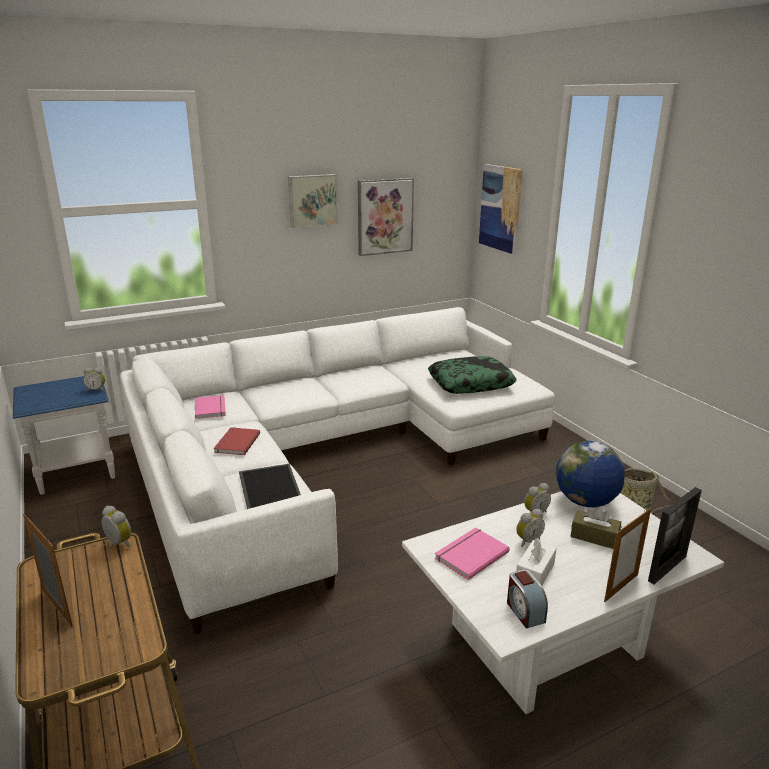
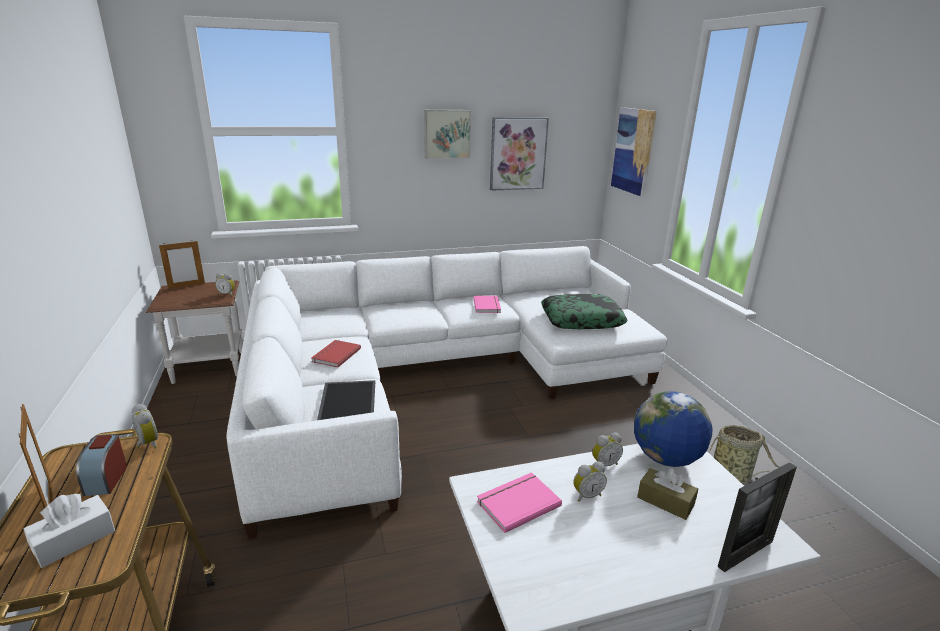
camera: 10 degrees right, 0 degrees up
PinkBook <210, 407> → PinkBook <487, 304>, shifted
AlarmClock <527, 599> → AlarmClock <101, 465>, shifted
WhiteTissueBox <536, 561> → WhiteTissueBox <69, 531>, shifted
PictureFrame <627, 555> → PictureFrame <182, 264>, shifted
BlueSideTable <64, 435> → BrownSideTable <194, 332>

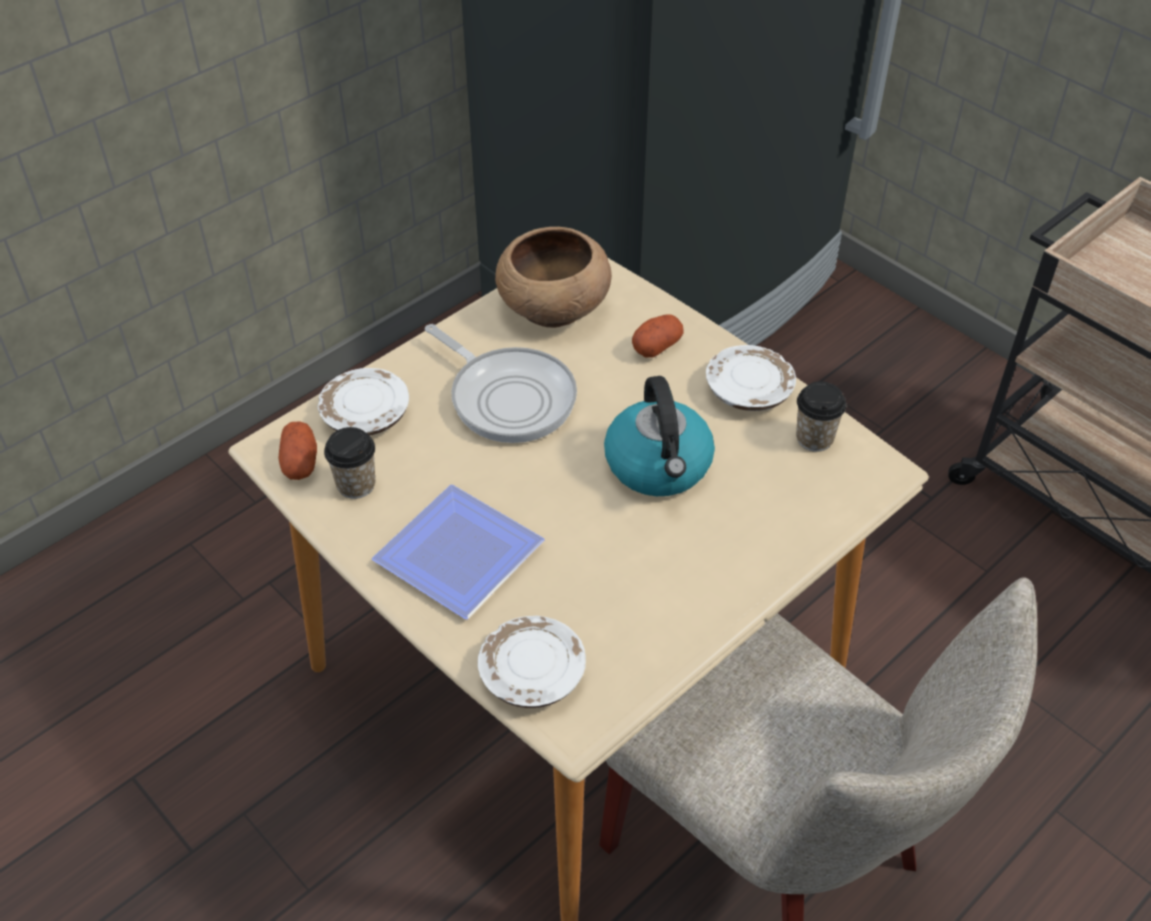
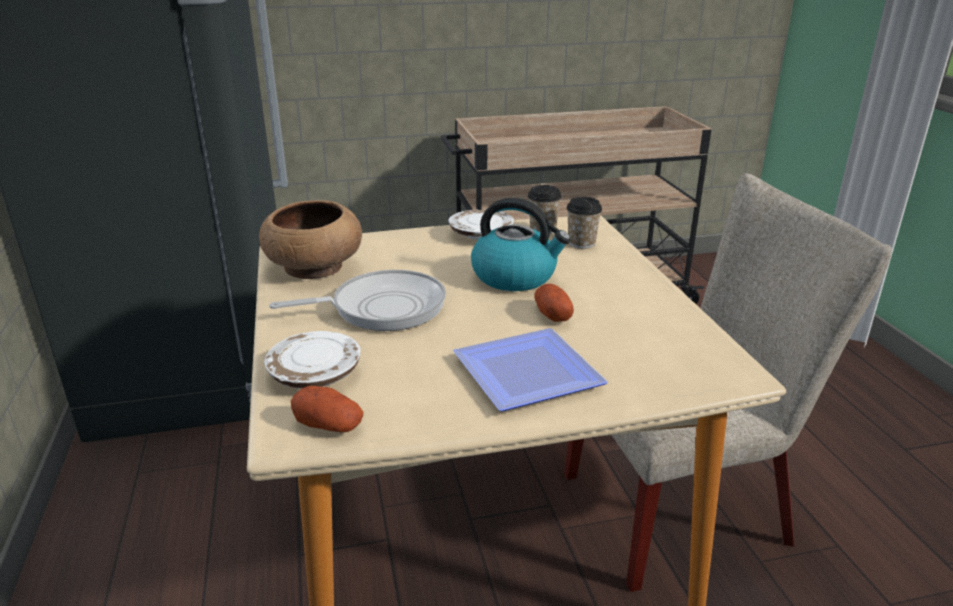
camera: 60 degrees left, 20 degrees down
WhitePlate <532, 662> → -
Cup <349, 463> → Cup <584, 223>, shifted
Potato <657, 335> → Potato <554, 303>, shifted

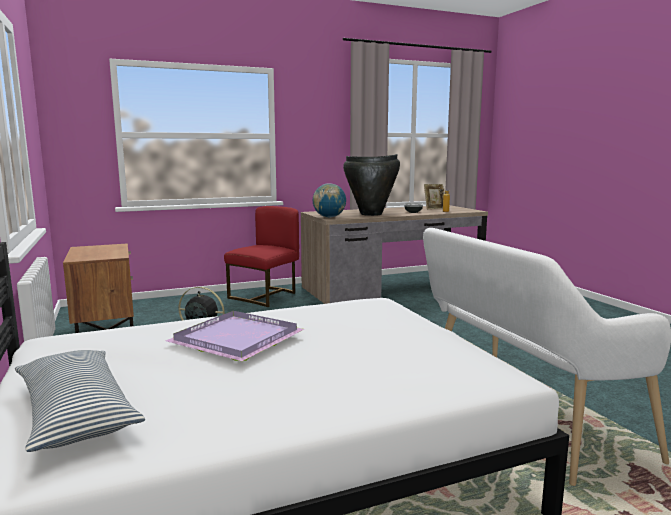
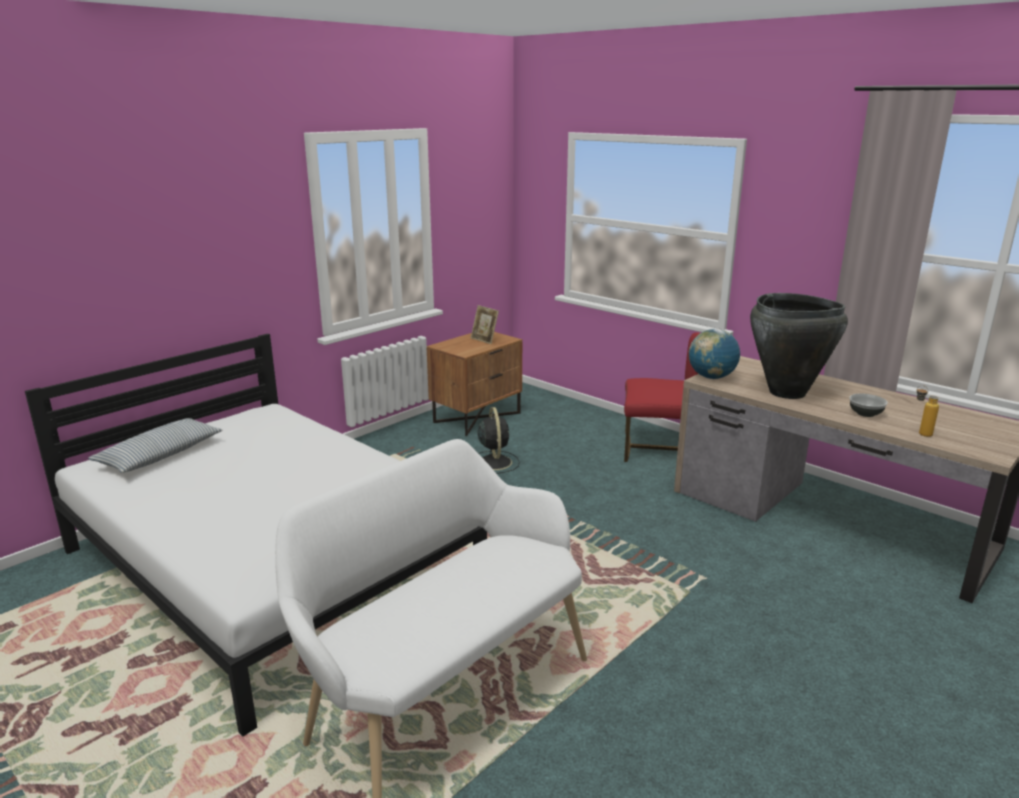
camera: 65 degrees right, 10 degrees up
PurpleTray <234, 336> → -
PictureFrame <434, 196> → PictureFrame <485, 324>, shifted

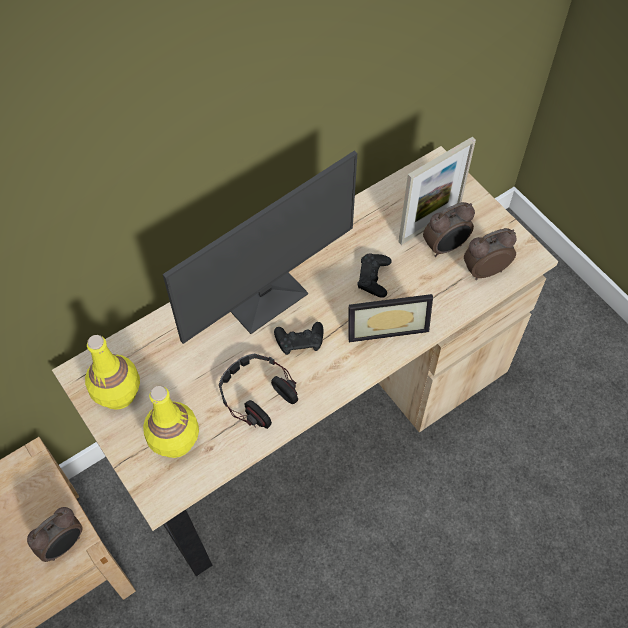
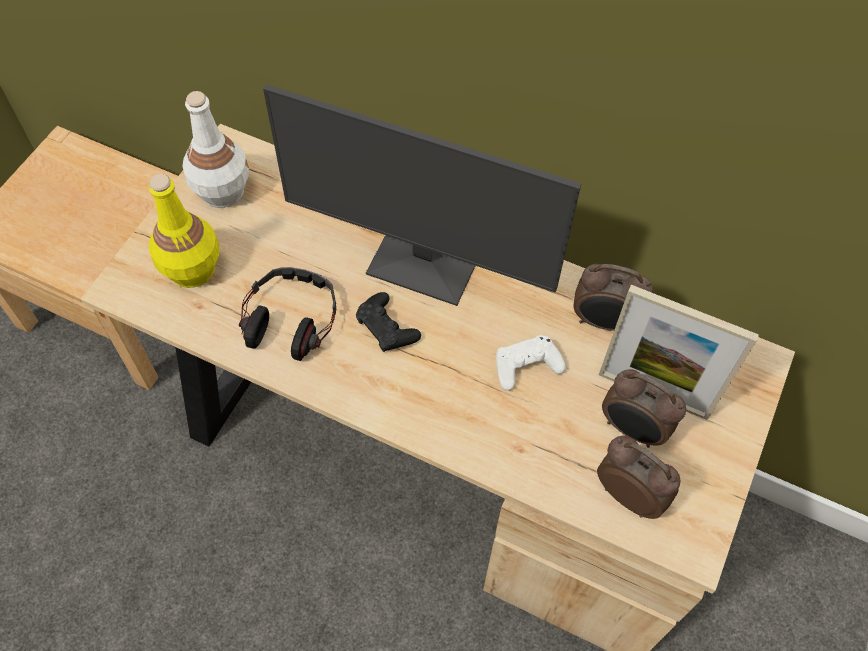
camera: 60 degrees right, 0 degrees up
PictureFrame <390, 318> → -
AlarmClock <55, 534> → AlarmClock <613, 297>, shifted
YellowBottle <112, 372> → WhiteBottle <215, 149>
BlackGameController <374, 276> → WhiteGameController <531, 363>

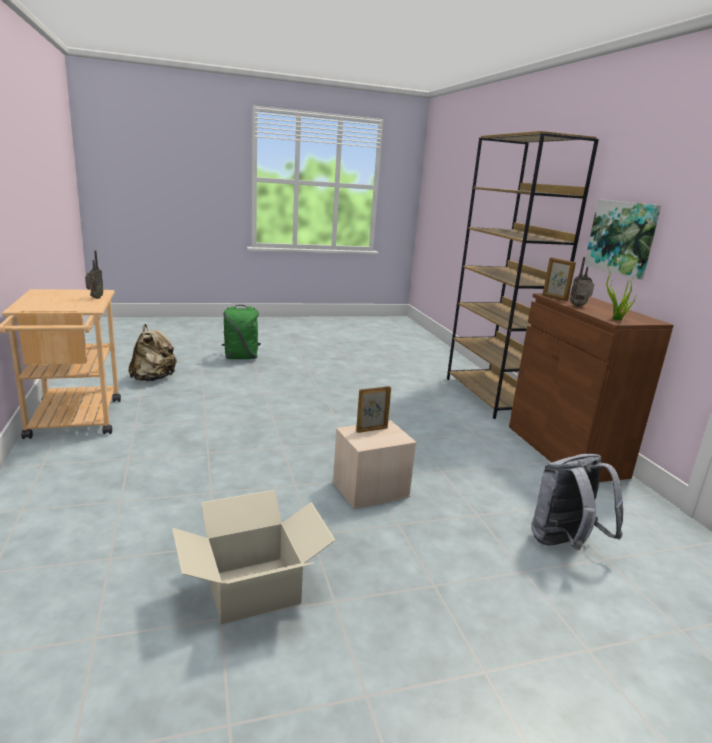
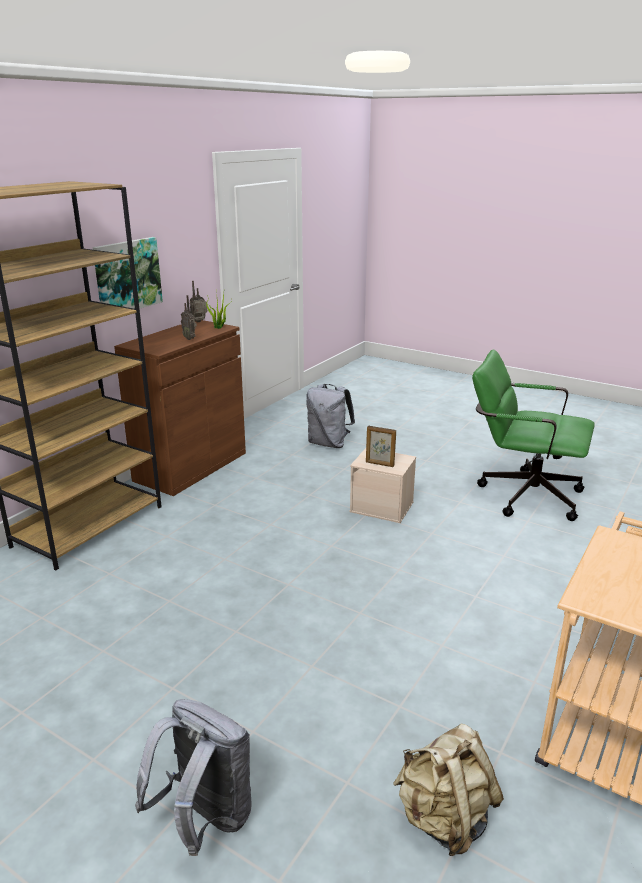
camera: 130 degrees left, 5 degrees up
PictureFrame <559, 279> → -
Radio <94, 274> → Radio <198, 301>, shifted
CardboardBox <253, 557> → GreenOfficeChair <533, 435>
GreenBackpack <241, 332> → GreyBackpack <193, 777>

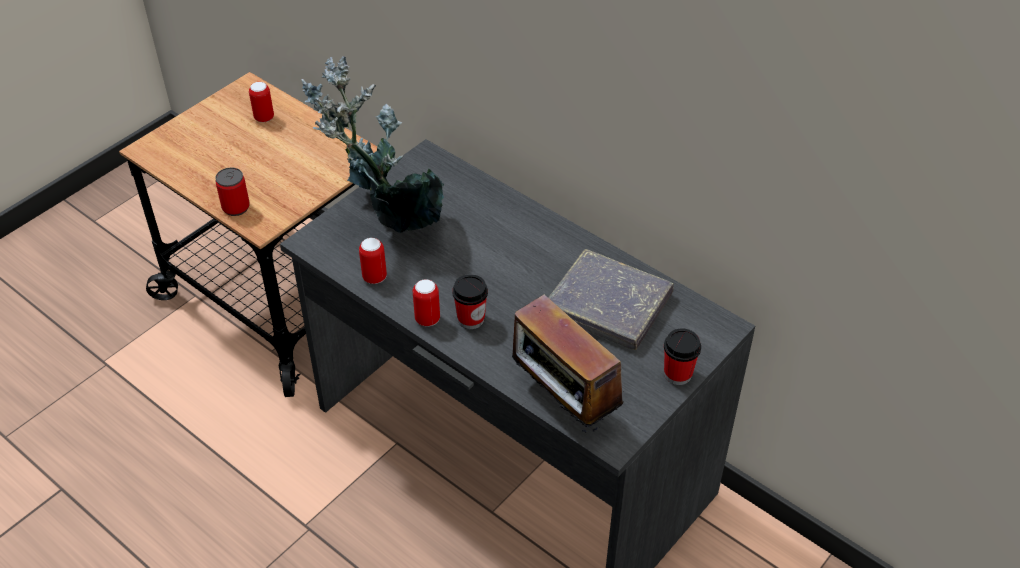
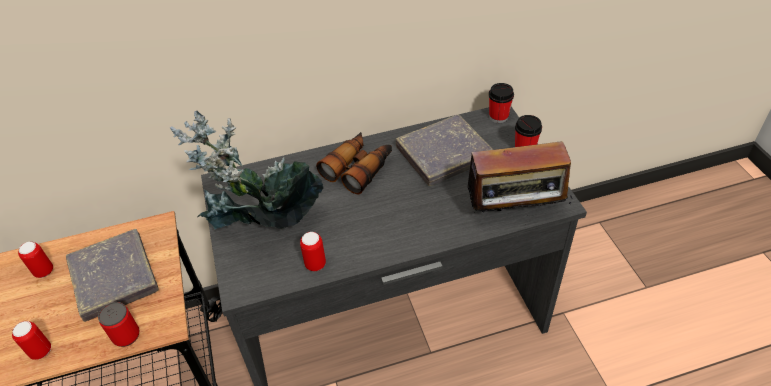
camera: 55 degrees left, 0 degrees up
- → GreyBook <112, 275>
- → Binoculars <354, 163>
Can <426, 303> → Can <31, 340>, shifted
Cup <470, 301> → Cup <501, 103>, shifted

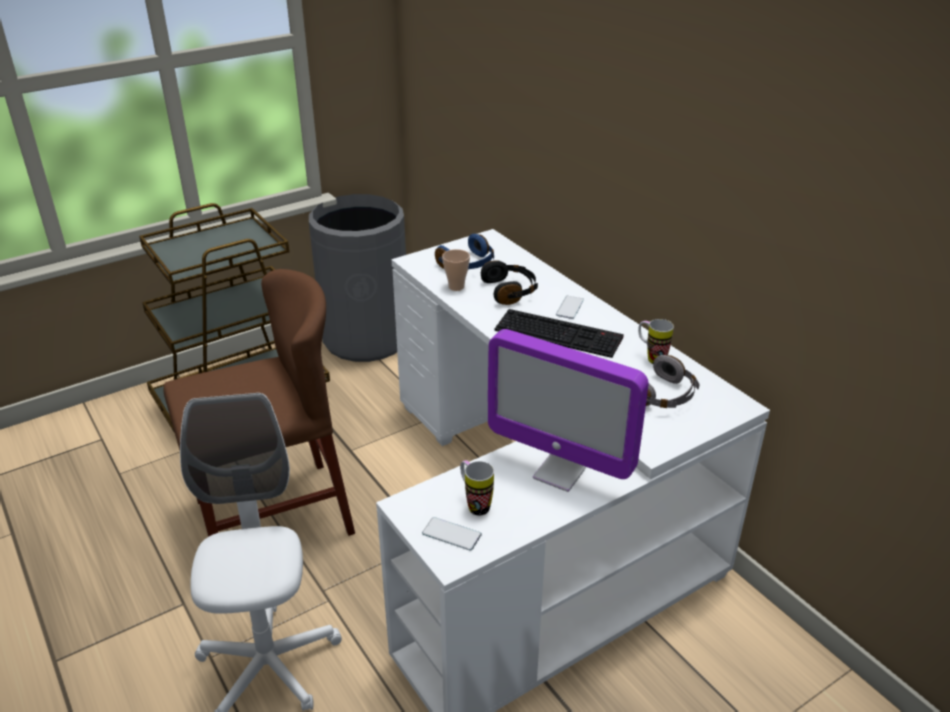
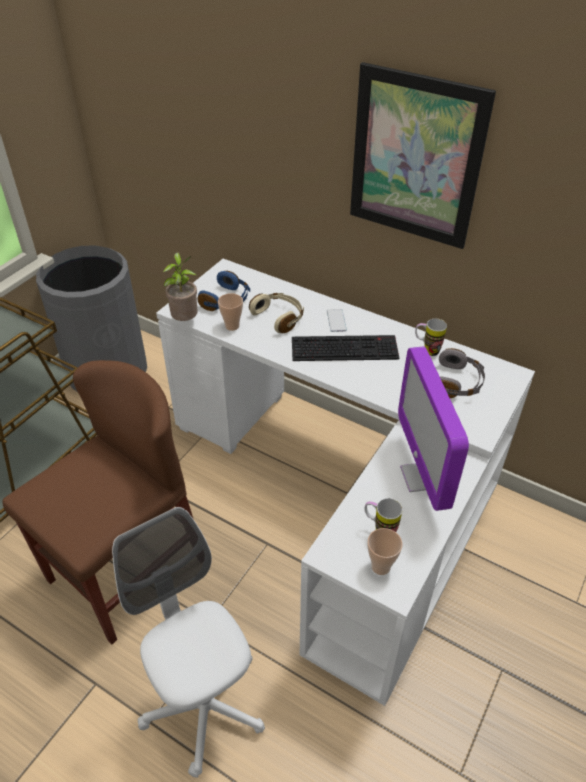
camera: 25 degrees left, 10 degrees up
- → PottedPlant <180, 287>
- → Picture <423, 155>
Phone <452, 534> → Cup <385, 551>
BlackHeadphones <509, 282> → BeigeHeadphones <276, 313>
Monitor <568, 410> → Monitor <433, 428>, 75 degrees clockwise

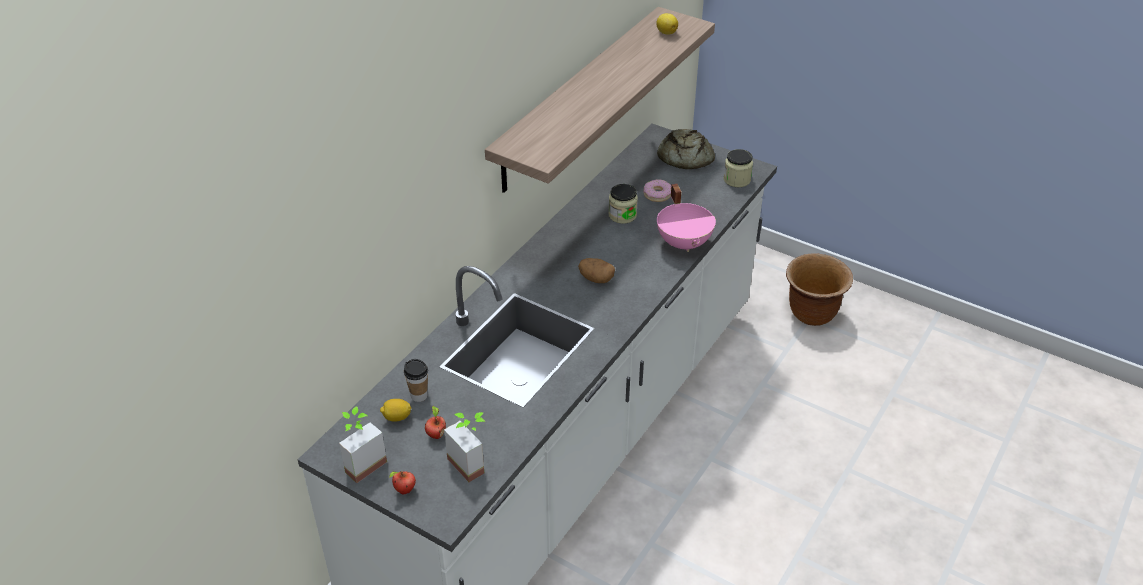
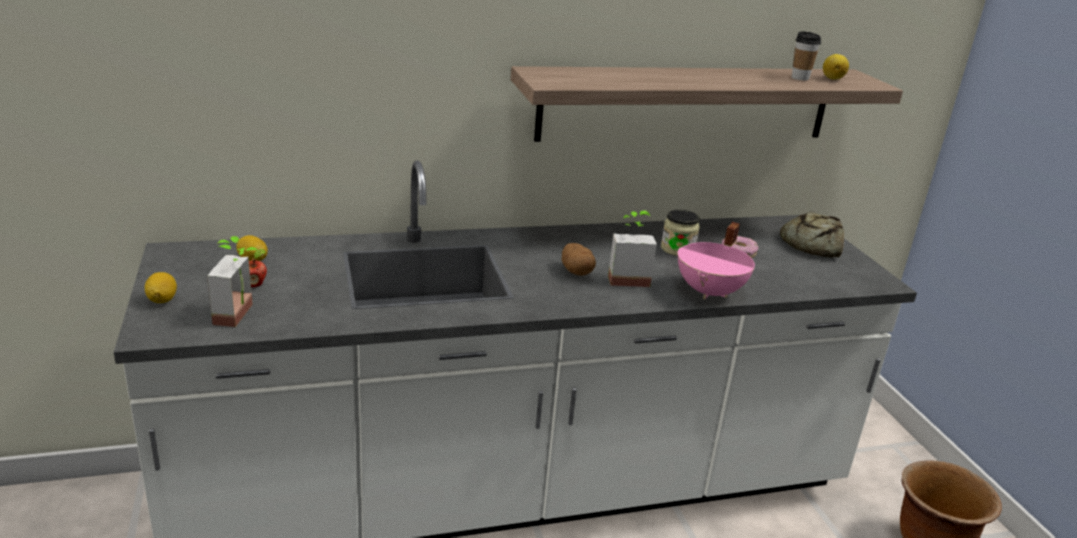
camera: 40 degrees right, 15 degrees down
Jar <738, 168> → -
PottedPlant <363, 444> → PottedPlant <632, 248>, shifted
Cup <416, 380> → Cup <806, 55>, shifted
Apple <402, 483> → Lemon <161, 287>

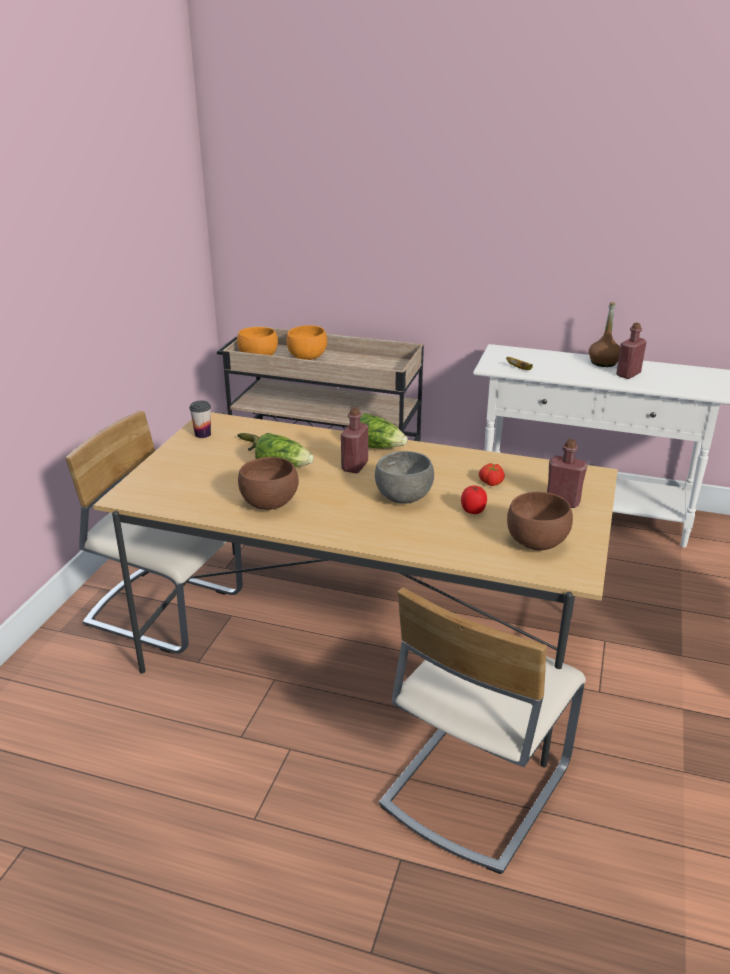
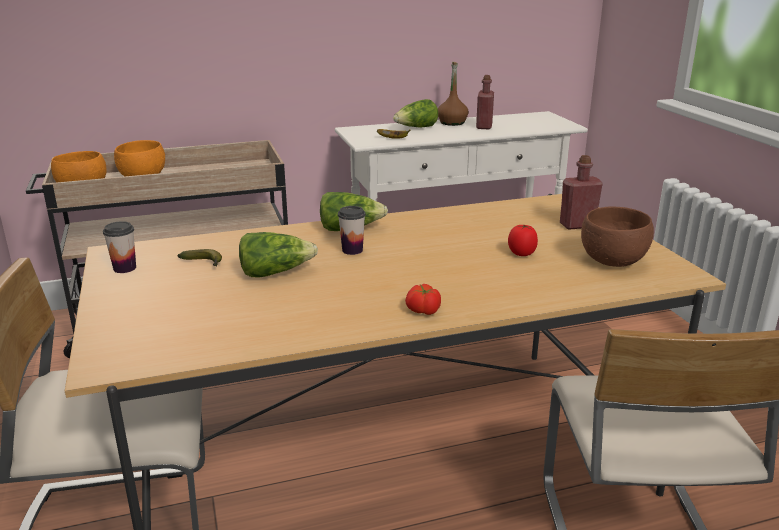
camera: 35 degrees left, 5 degrees down
BrownBowl <268, 483> → -
GreyBowl <404, 477> → -
- → Lettuce <415, 113>
Tomato <492, 474> → Tomato <423, 299>, shifted
RedBottle <354, 440> → Cup <352, 230>

